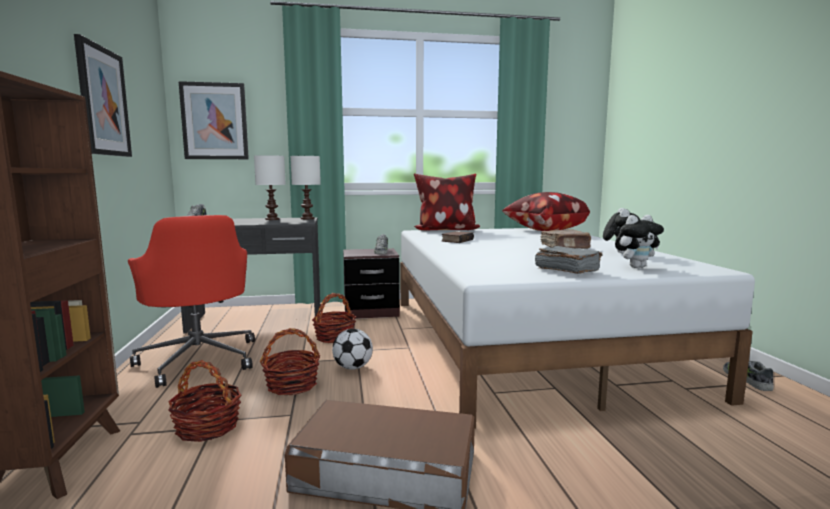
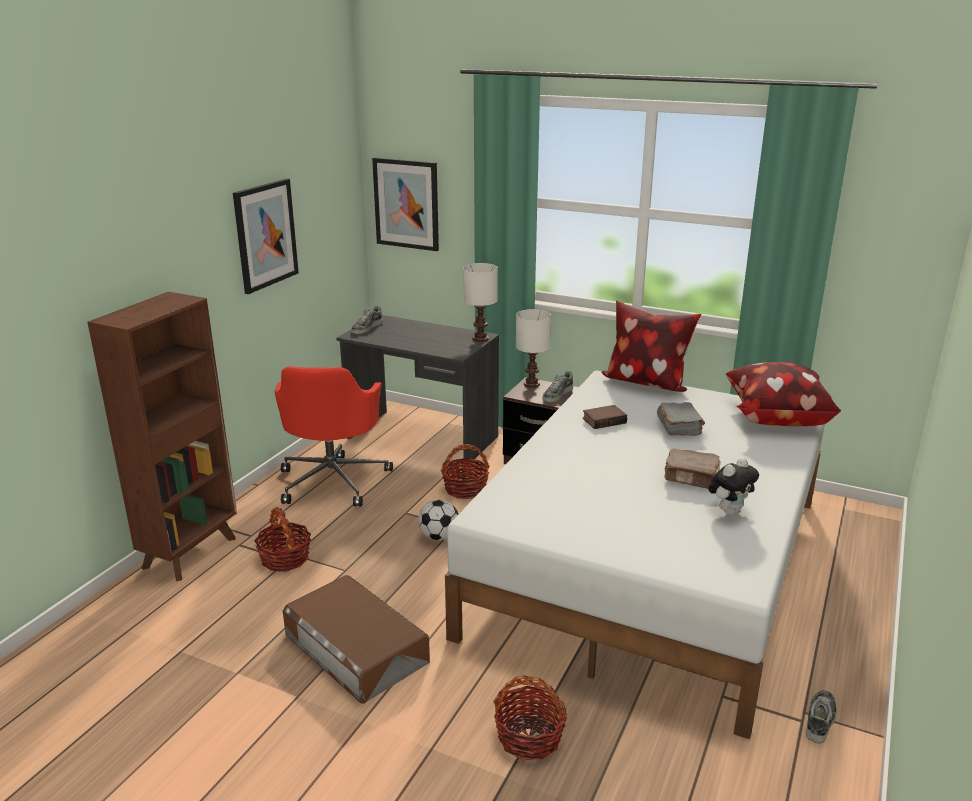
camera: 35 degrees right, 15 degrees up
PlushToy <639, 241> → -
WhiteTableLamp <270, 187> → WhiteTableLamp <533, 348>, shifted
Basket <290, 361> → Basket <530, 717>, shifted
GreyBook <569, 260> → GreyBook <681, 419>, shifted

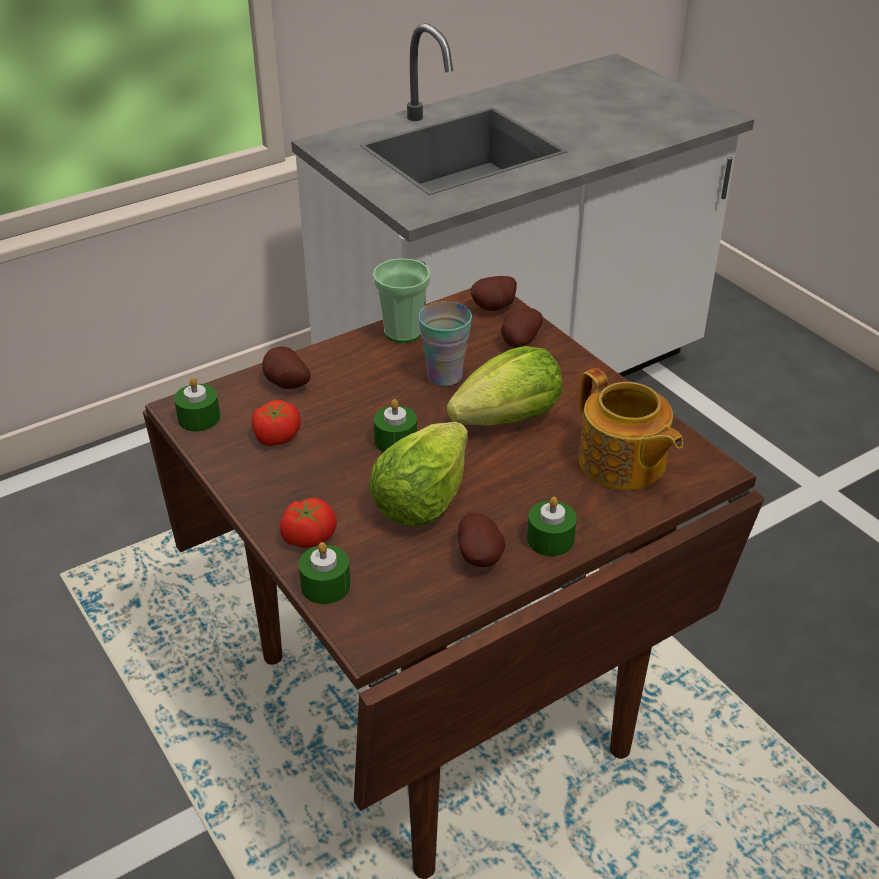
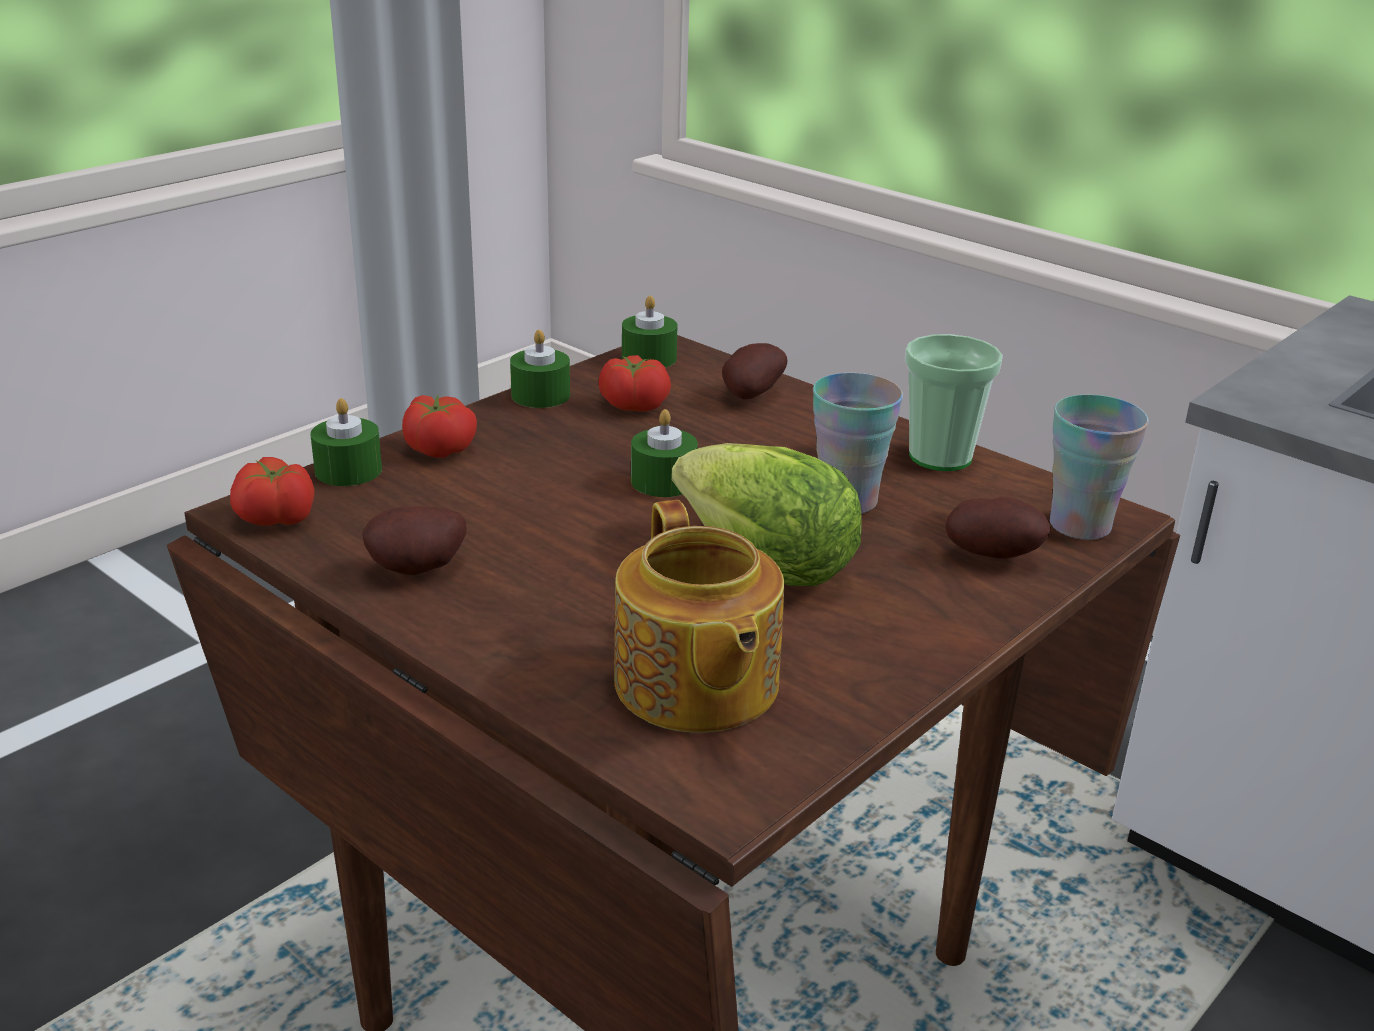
camera: 75 degrees right, 10 degrees down
Lettuce <418, 474> → -
- → Tomato <272, 491>
GreenCandle <552, 526> → GreenCandle <540, 368>, shifted
Potato <494, 293> → Cup <1099, 467>
Teapot <631, 429> → Teapot <699, 616>, 60 degrees counterclockwise

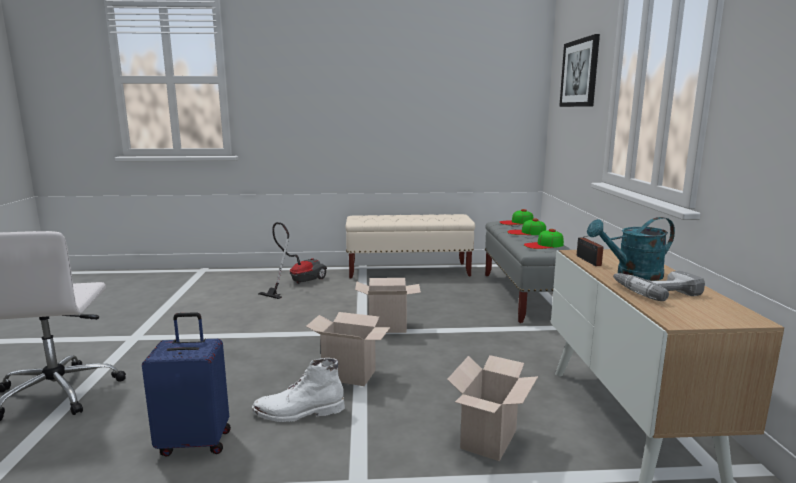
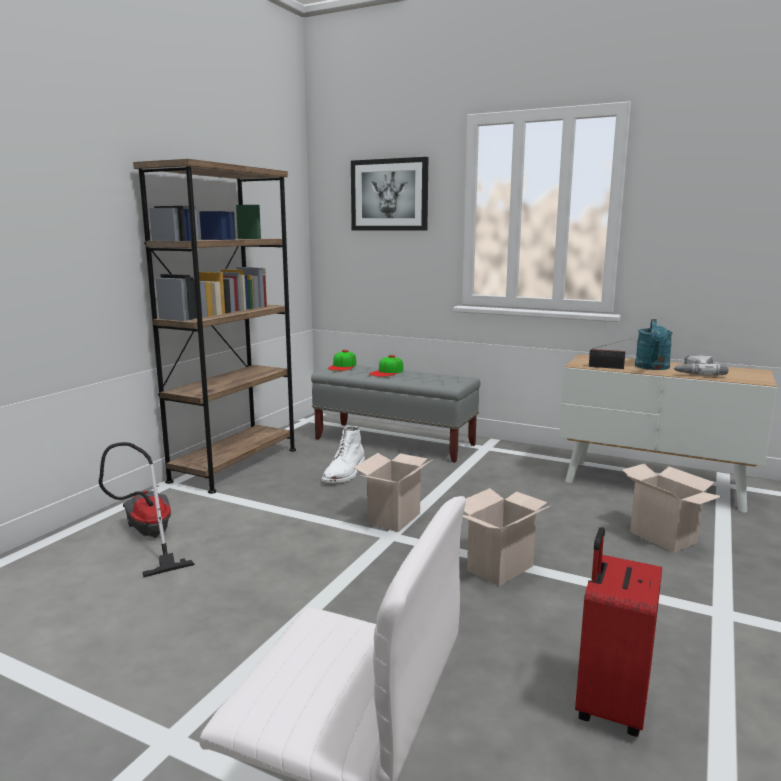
camera: 60 degrees left, 0 degrees up
Cap <544, 239> → -
WhiteBoot <298, 390> → WhiteBoot <343, 454>, shifted
BeigeBench <410, 246> → BrownBookcase <214, 326>
BlueSuitcase <186, 384> → RedSuitcase <618, 632>

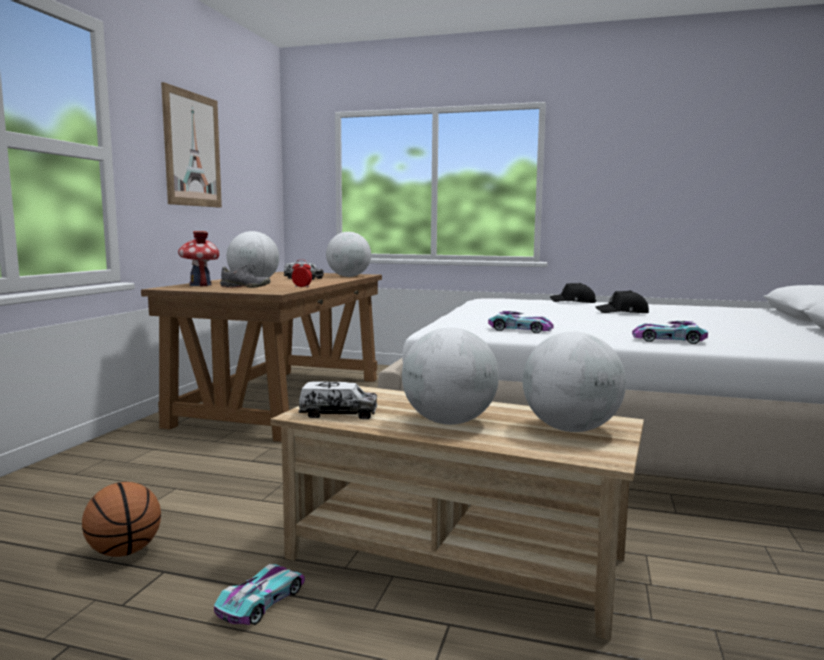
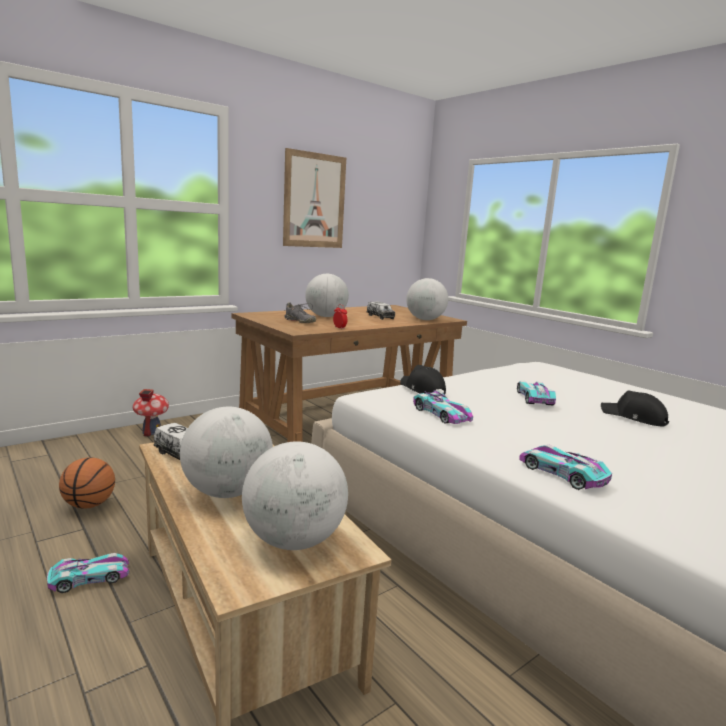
camera: 35 degrees right, 5 degrees up
- → ToyCar <536, 393>
ToyHouse <199, 258> → ToyHouse <150, 413>, shifted
BlackCap <573, 293> → BlackCap <423, 380>, shifted

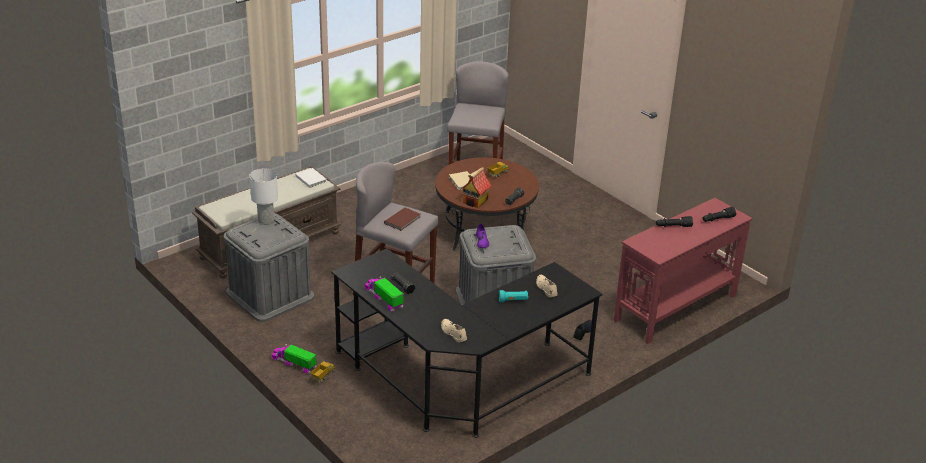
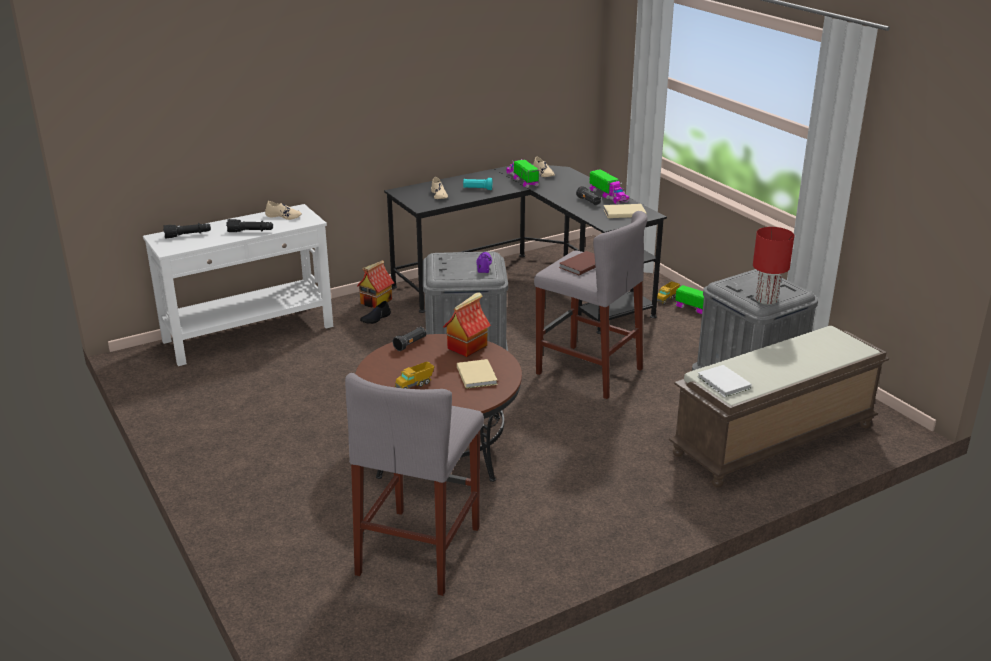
camera: 170 degrees left, 5 degrees down
- → BeigeShoe <283, 210>
- → ToyHouse <375, 284>
- → ToyTruck <522, 173>
- → BeigeBook <625, 211>
WhiteTableLamp <263, 196> → RedTableLamp <773, 266>
RedConsoleTable <683, 271> → WhiteConsoleTable <238, 285>

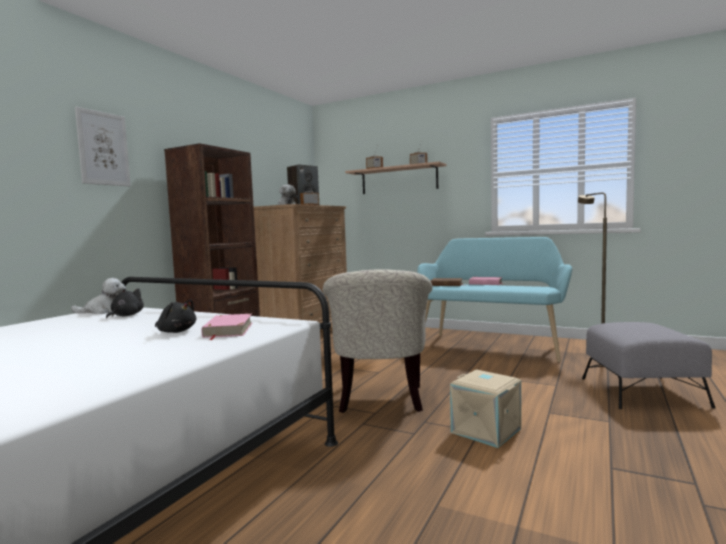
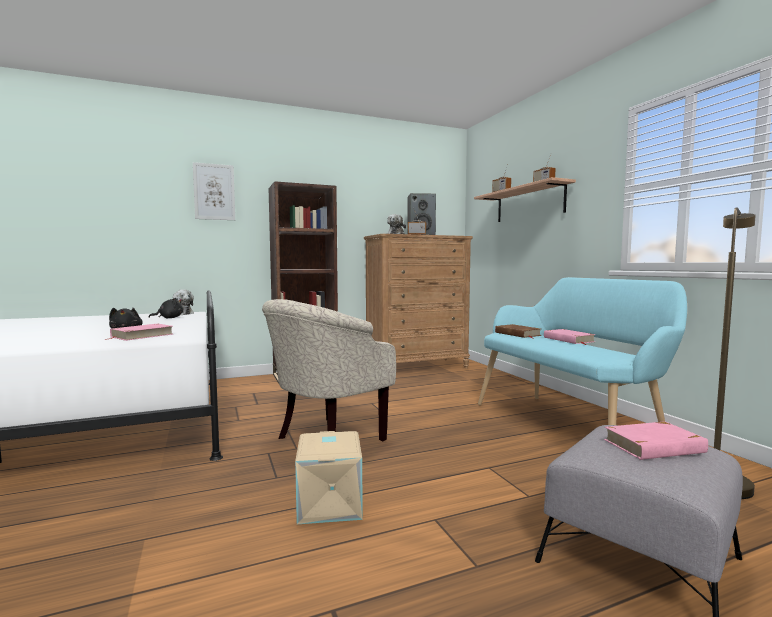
camera: 40 degrees right, 0 degrees up
- → PinkBook <656, 441>

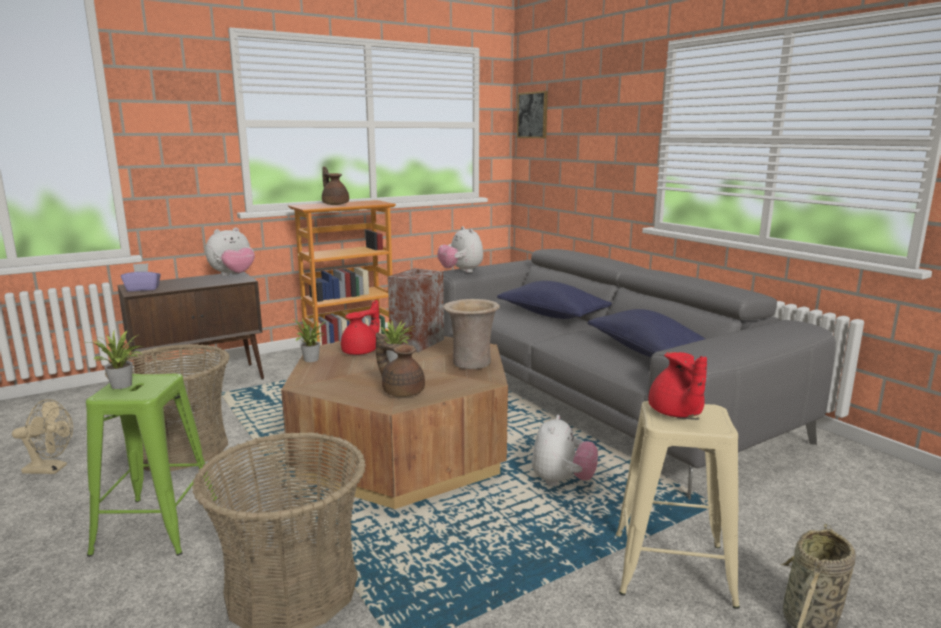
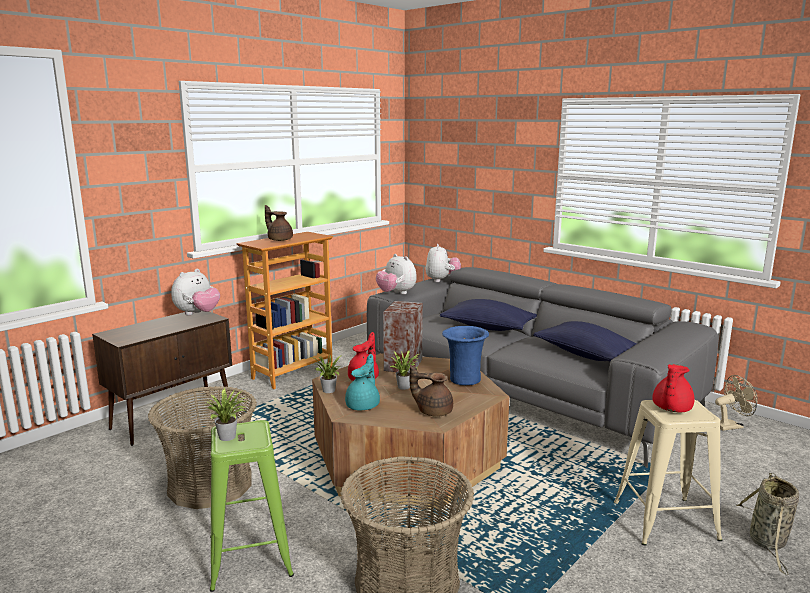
camera: 15 degrees left, 0 degrees up
PurpleTissueBox <141, 277> → -
Picture <532, 114> → -
- → TurquoiseTeapot <362, 382>
BeigeFan <42, 436> → BeigeFan <736, 403>, shifted
PlushToy <565, 450> → PlushToy <443, 263>, shifted
BeigeVase <471, 334> → BlueVase <465, 355>
RedTeapot <678, 385> → RedTeapot <673, 388>, 60 degrees clockwise

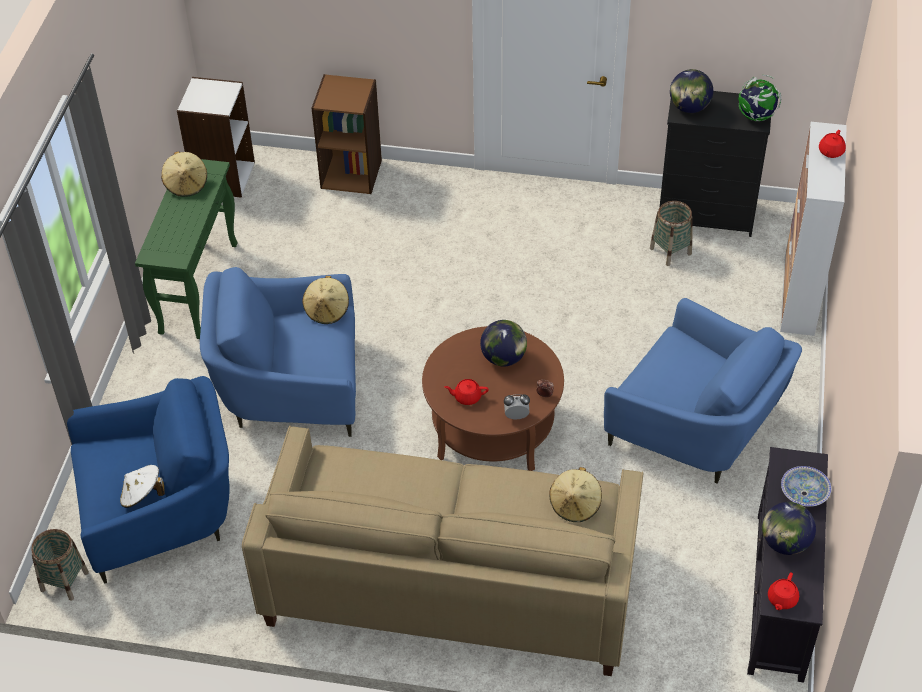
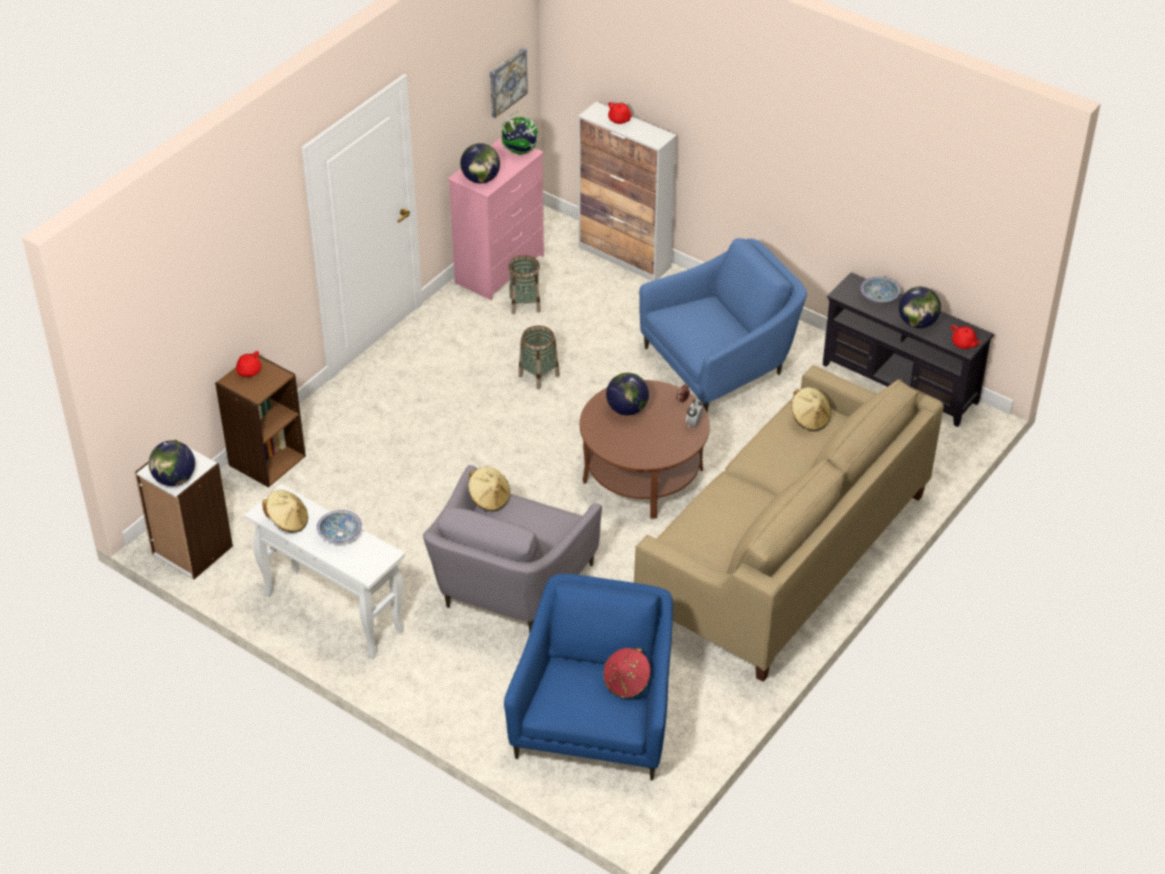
camera: 65 degrees left, 5 degrees down
- → Globe <172, 463>
- → Bowl <339, 526>
- → Picture <509, 83>
Basket <60, 565> → Basket <538, 357>, shifted
RedTeapot <466, 392> → RedTeapot <248, 364>, shifted
WhiteHat <142, 486> → RedHat <627, 673>
GreenConsoleTable <186, 249> → WhiteConsoleTable <324, 571>
BlueArmchair <278, 352> → GreyArmchair <512, 549>
BlackDresser <715, 164> → PinkDresser <496, 219>

